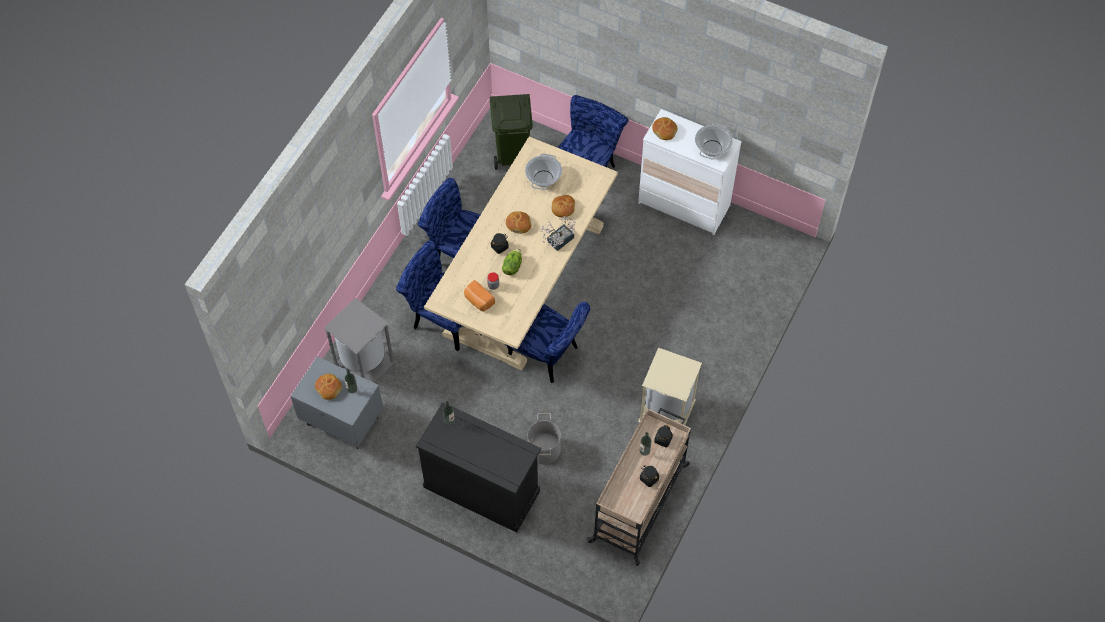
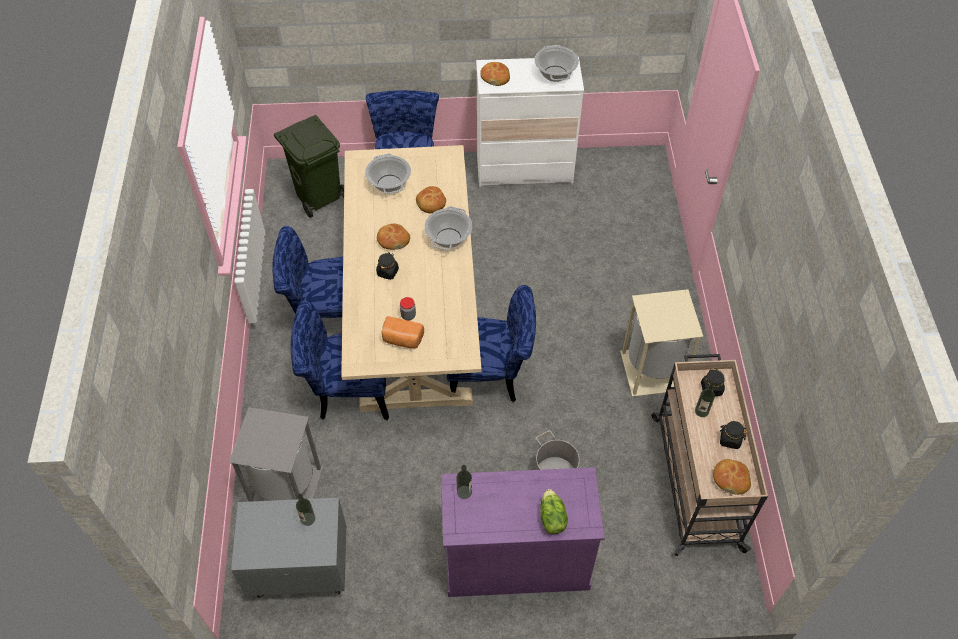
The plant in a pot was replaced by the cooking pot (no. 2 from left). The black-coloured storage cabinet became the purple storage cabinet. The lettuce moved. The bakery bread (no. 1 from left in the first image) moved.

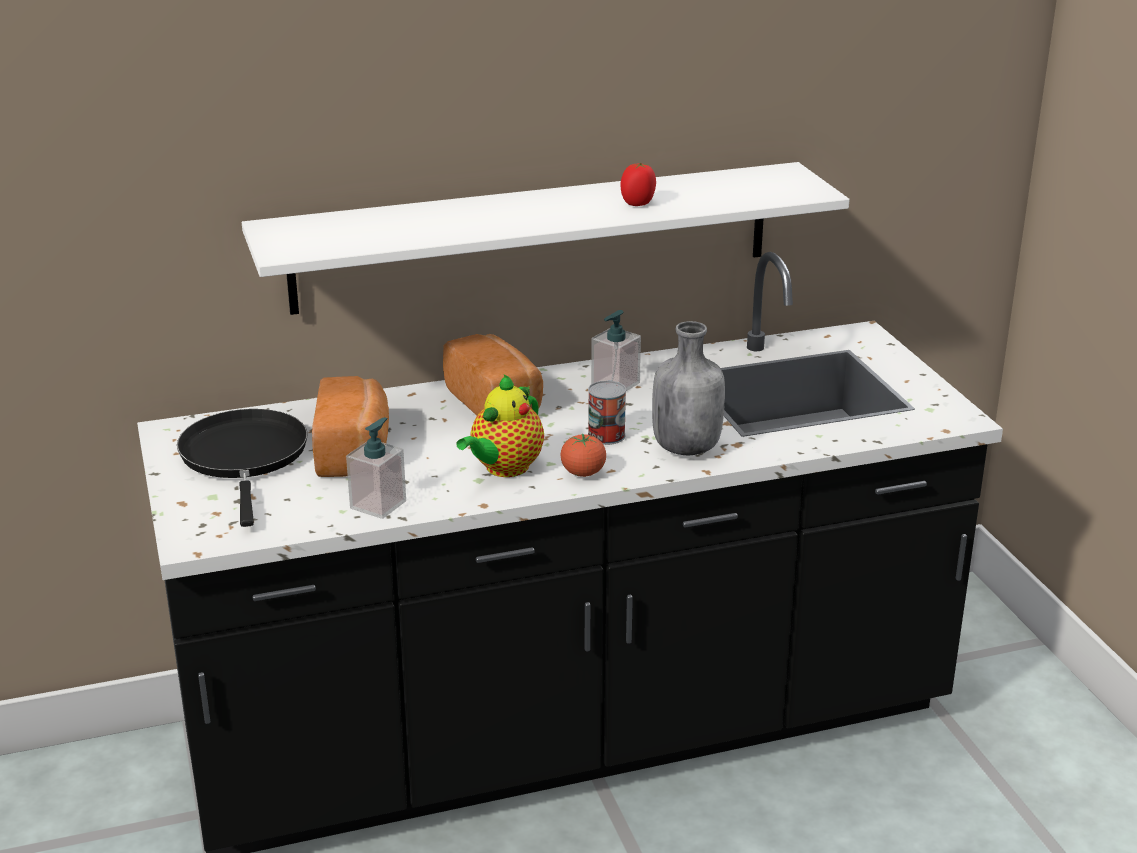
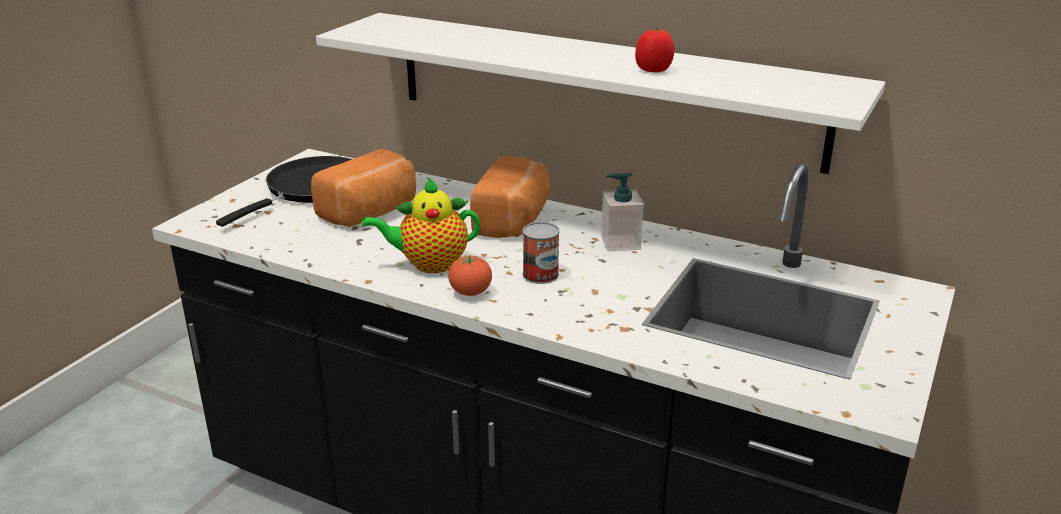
The soap bottle (no. 1 from left) disappeared. The grey drink bottle disappeared.

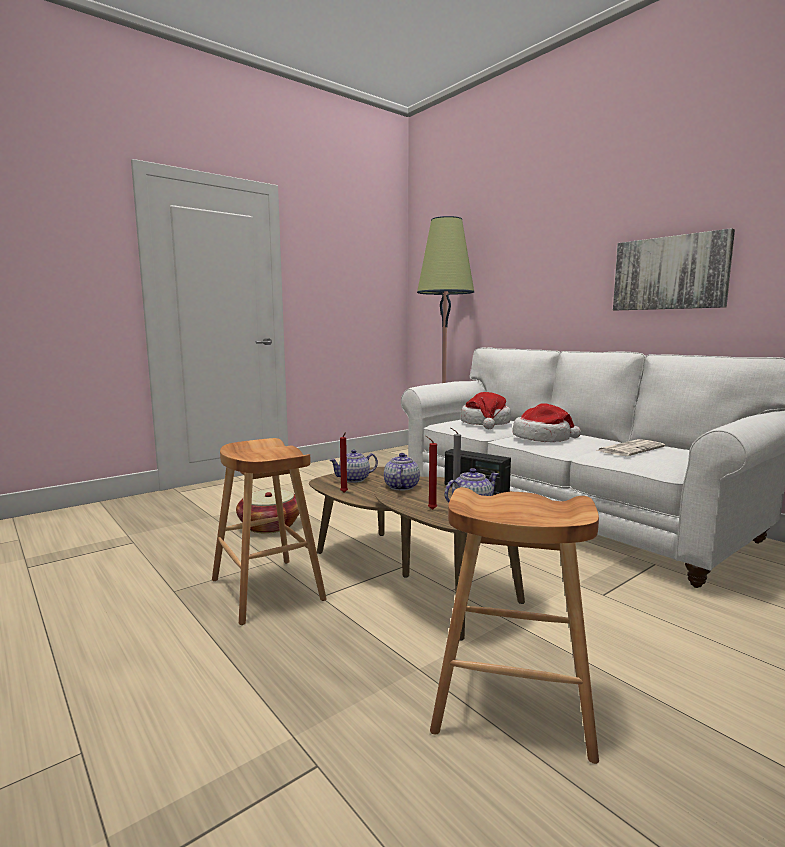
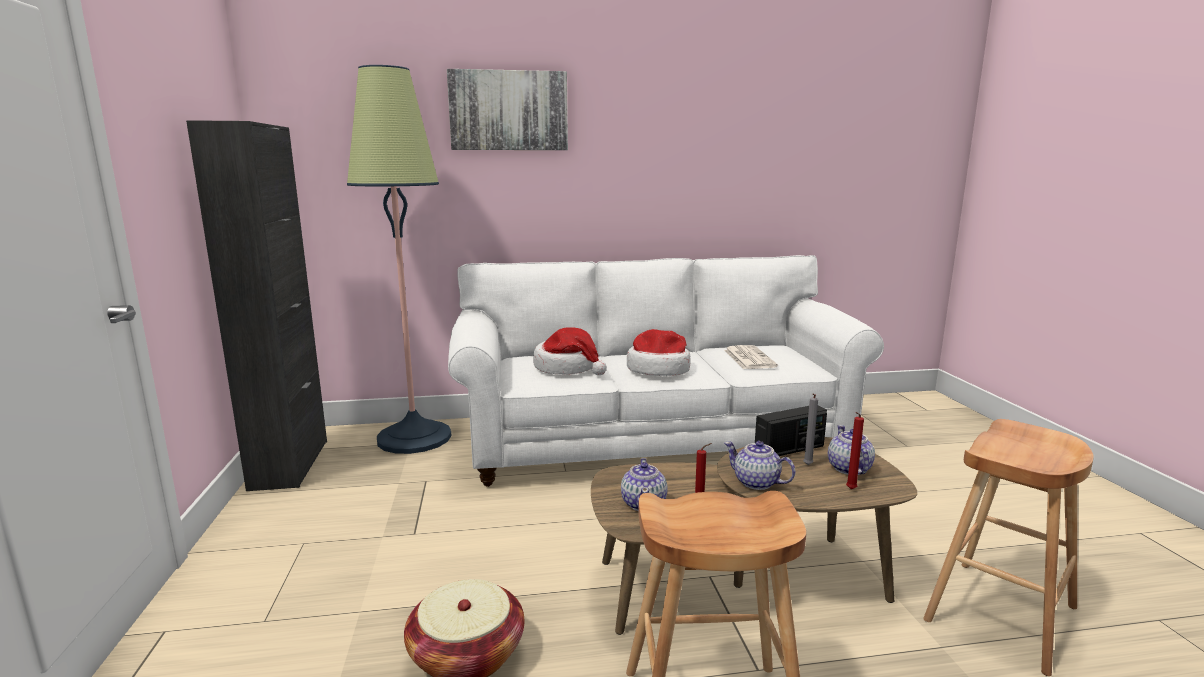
The black-coloured storage cabinet appeared. The wall art moved.

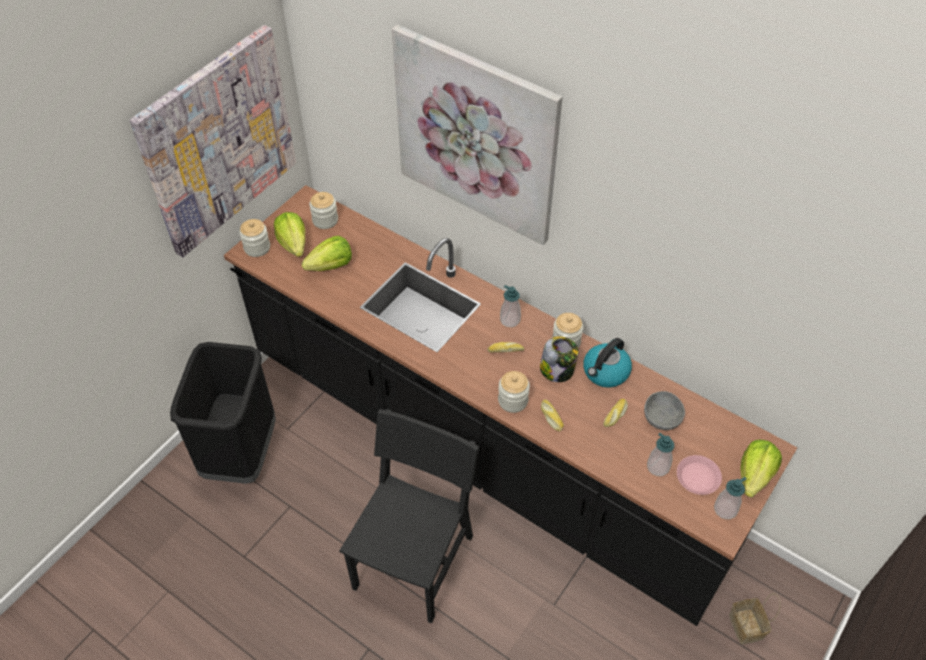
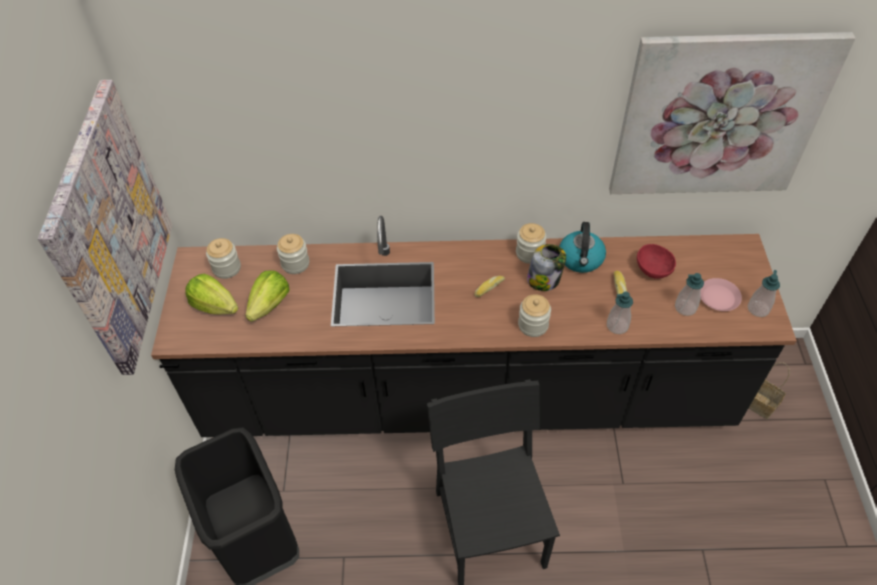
The storage jar (no. 1 from left in the first image) moved. The soap bottle (no. 1 from left) moved. The wall art (no. 2 from left) moved. The grey bowl became the red-coloured bowl. The bakery bread (no. 2 from left) disappeared. The lettuce (no. 3 from left) disappeared.

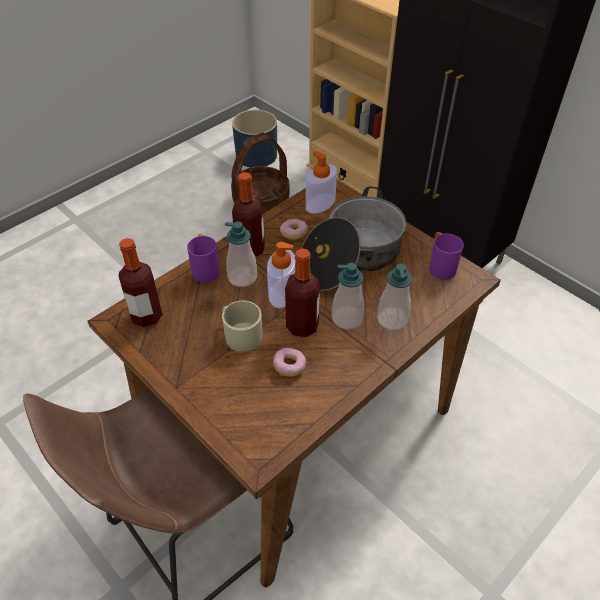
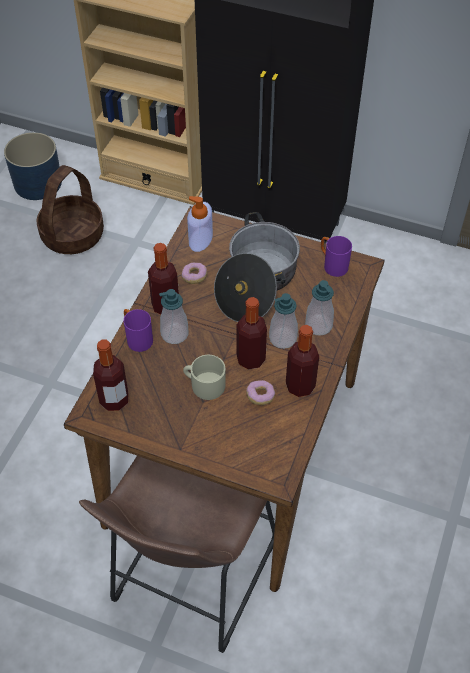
The drink bottle (no. 4 from left) appeared. The soap bottle (no. 2 from left) disappeared.

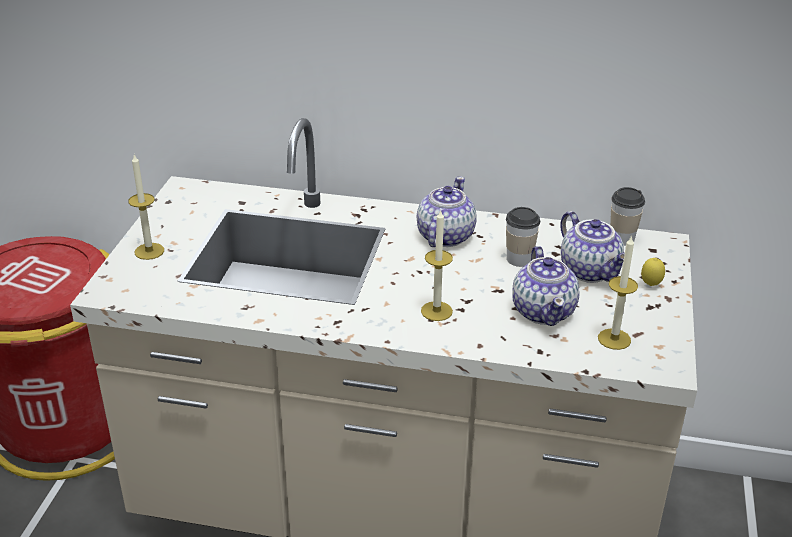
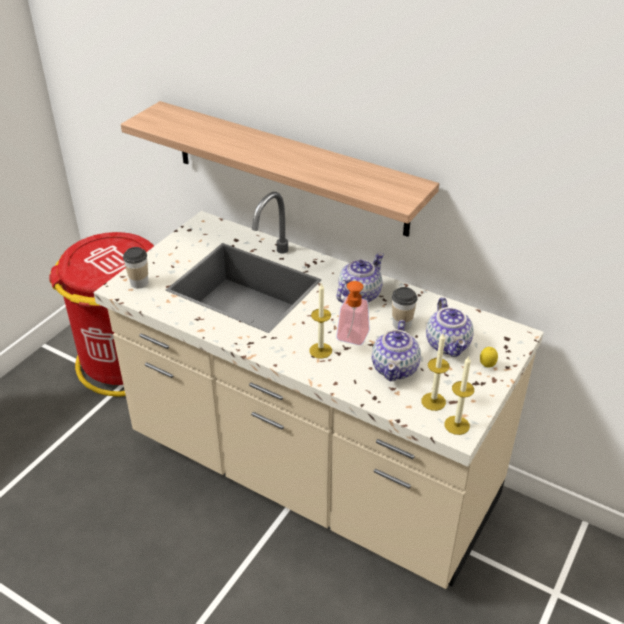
The shelf appeared. The cup (no. 2 from left in the first image) moved. The soap bottle appeared. The candle (no. 1 from left in the first image) moved.

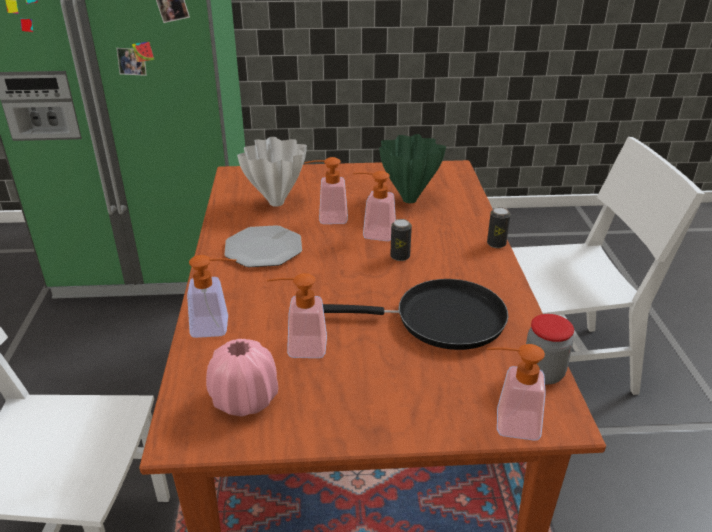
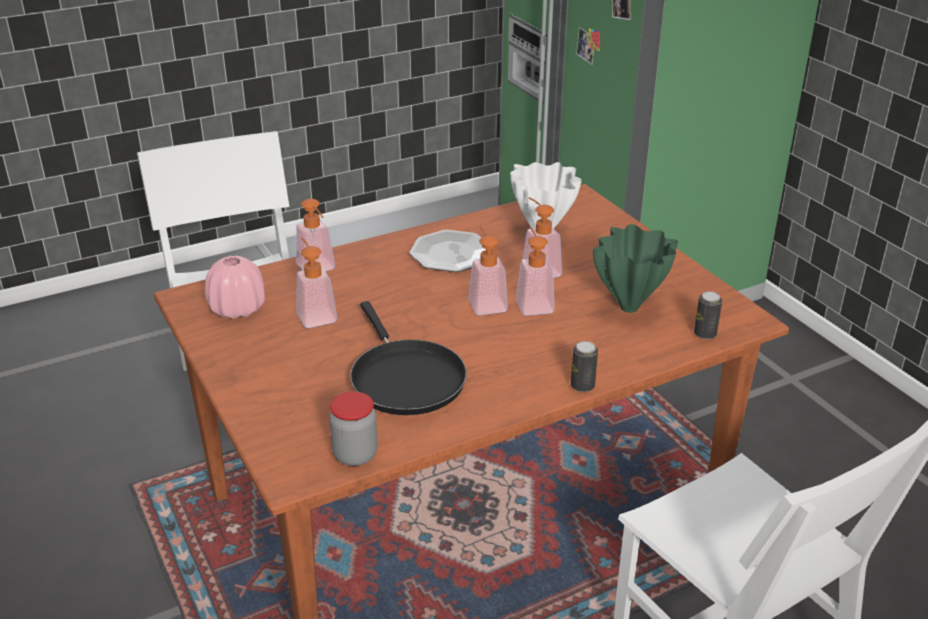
The soap bottle (no. 5 from left in the first image) moved. The sealed can (no. 1 from left in the first image) moved.

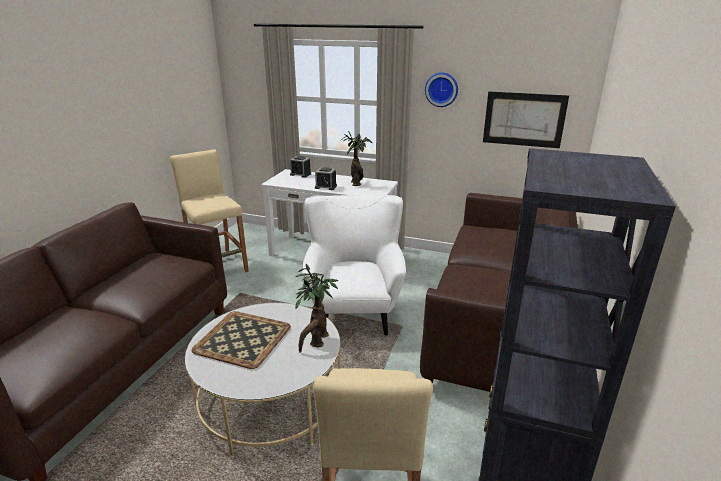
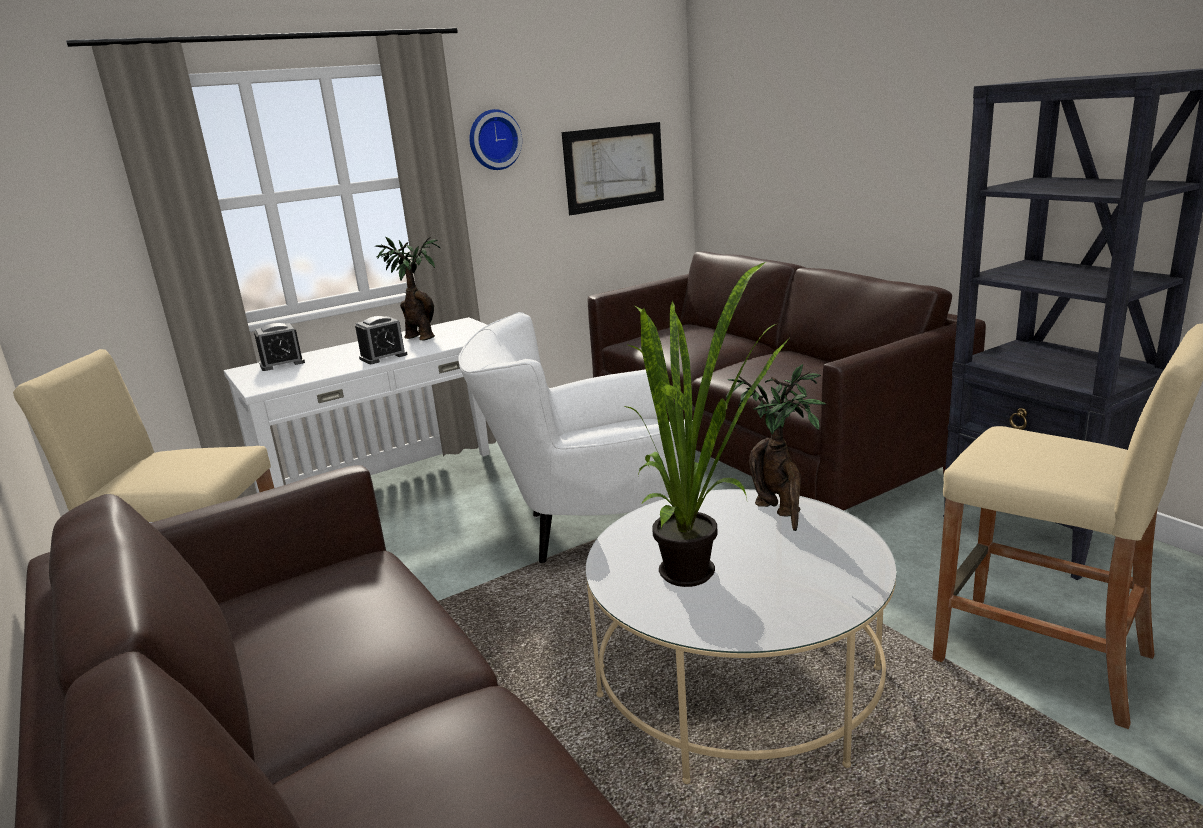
The white-coloured easy chair turned 45 degrees counterclockwise. The serving tray was replaced by the plant in a pot (no. 2 from left).

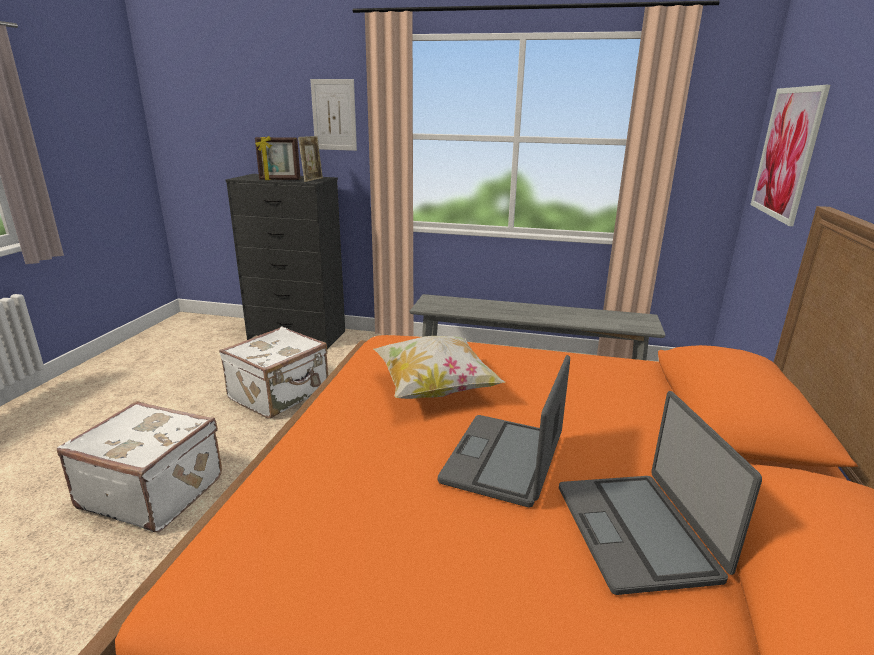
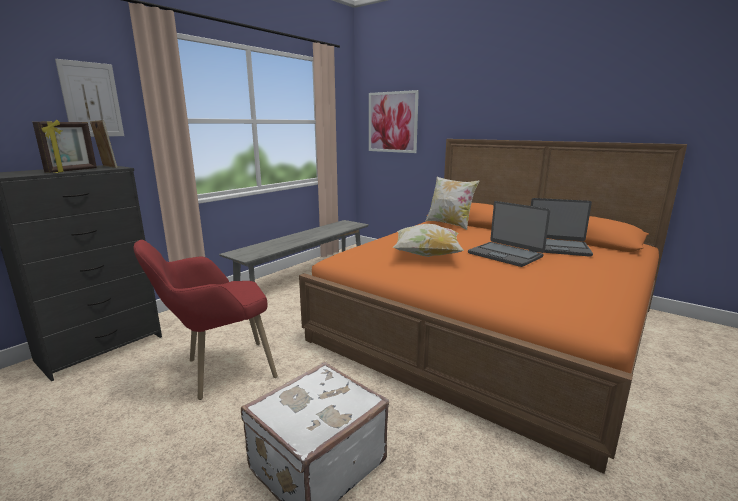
The white-coloured piece of luggage (no. 2 from left) was replaced by the red-coloured easy chair. The cushion (no. 2 from left) appeared.

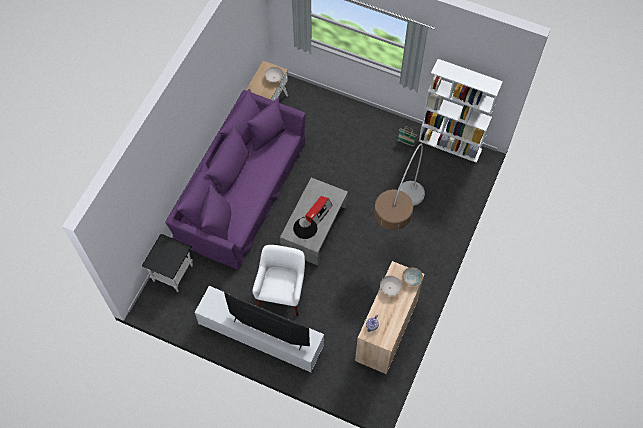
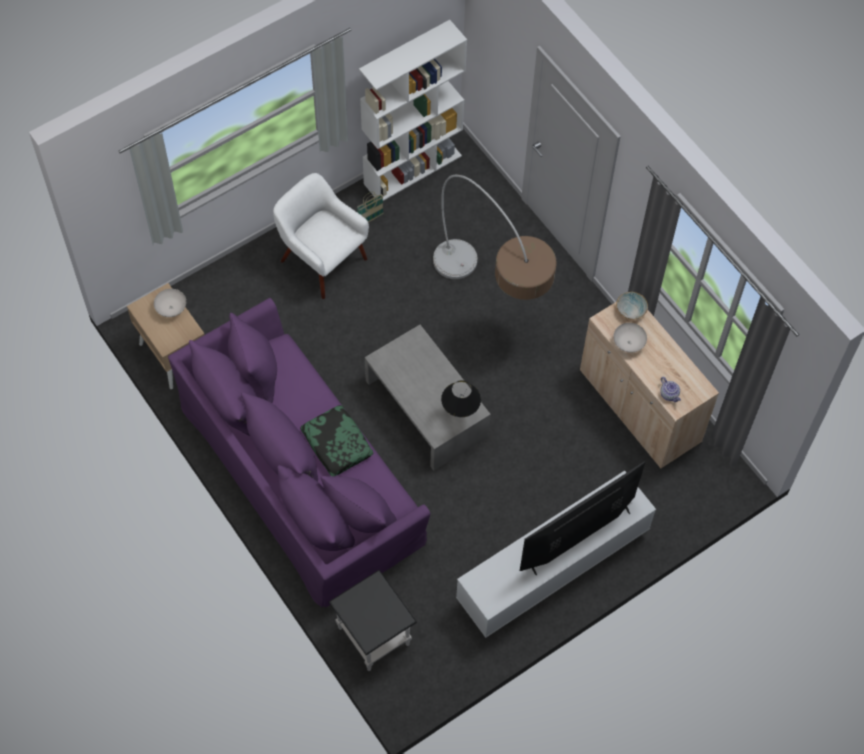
The white-coloured easy chair moved. The cushion appeared. The radio receiver disappeared.

